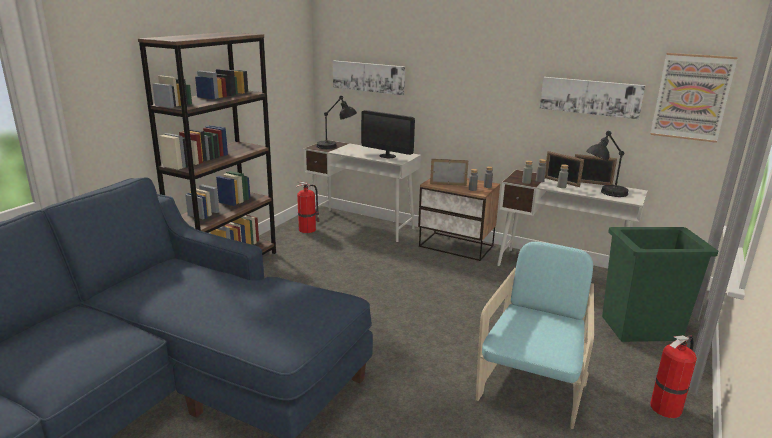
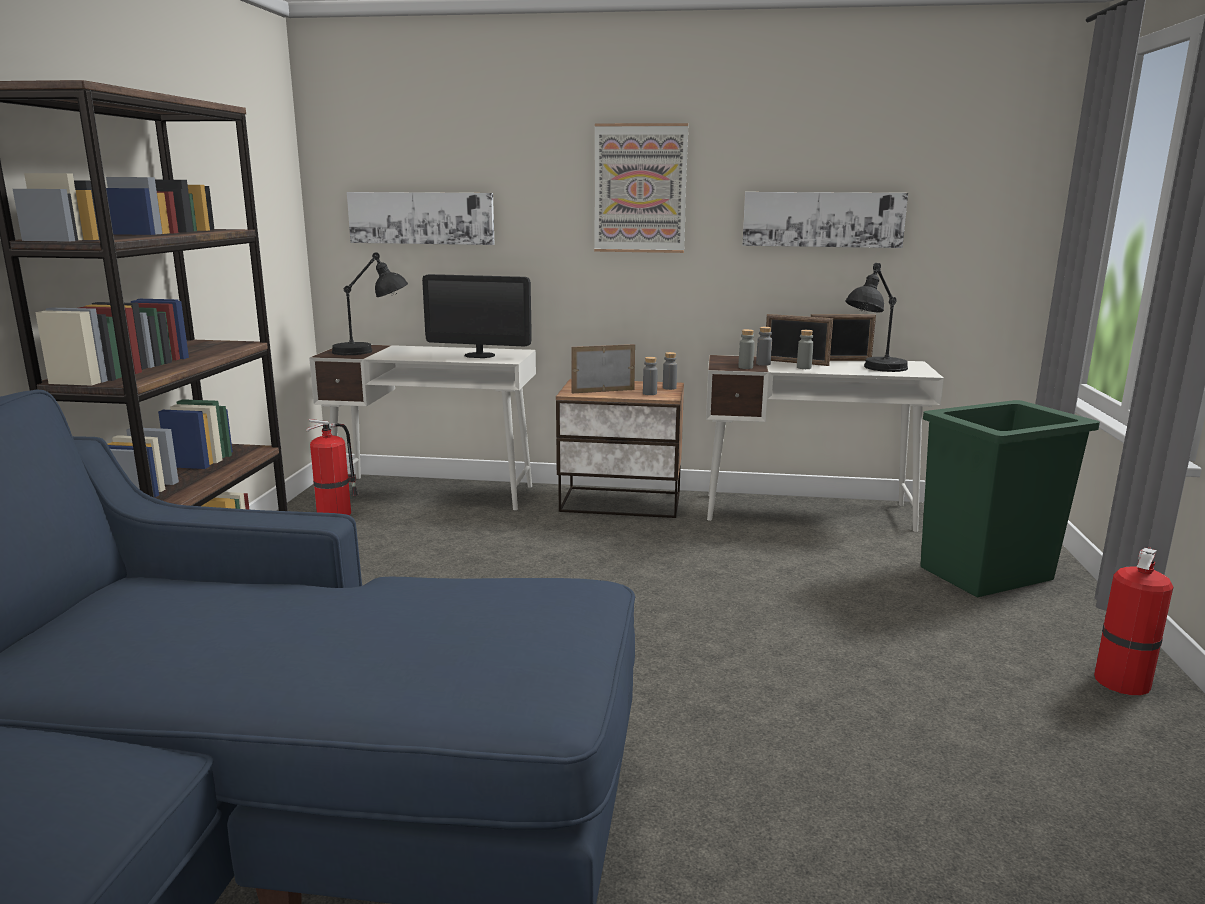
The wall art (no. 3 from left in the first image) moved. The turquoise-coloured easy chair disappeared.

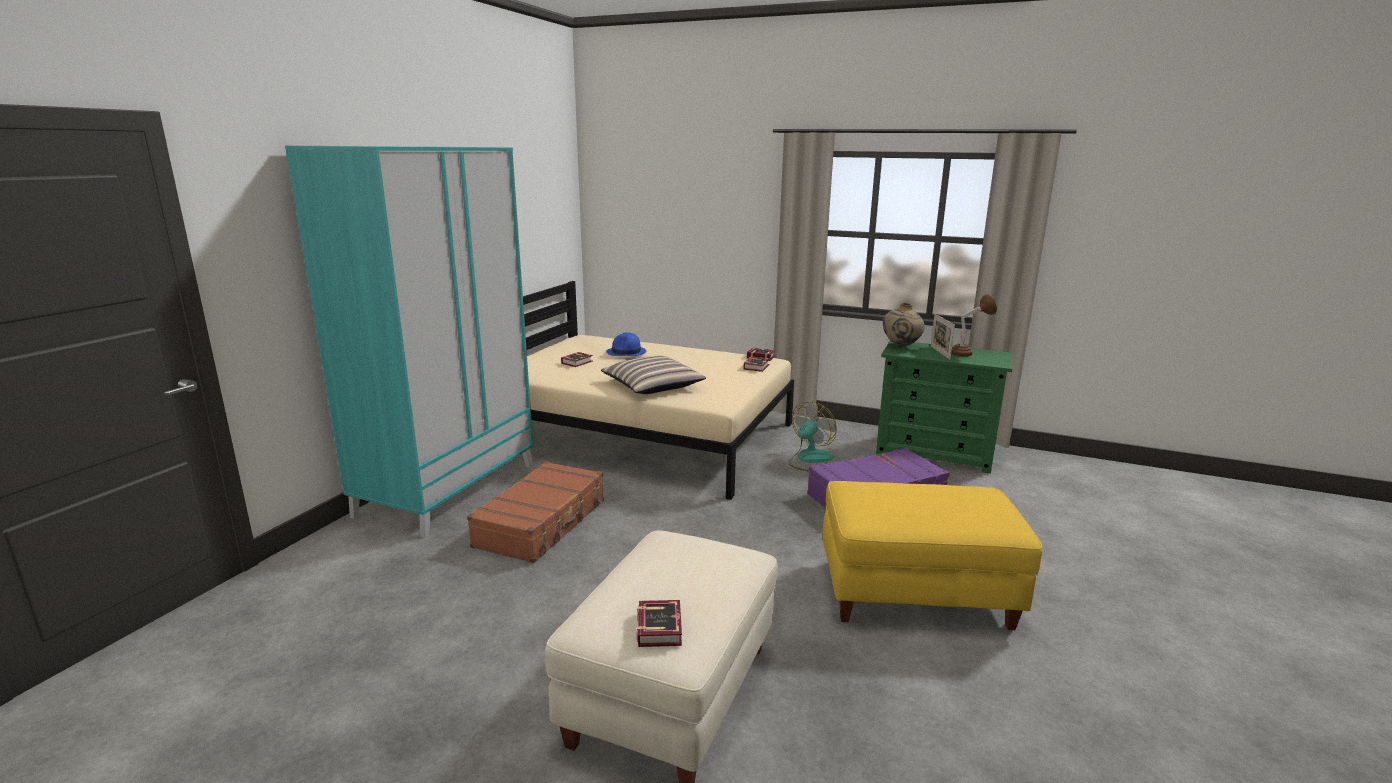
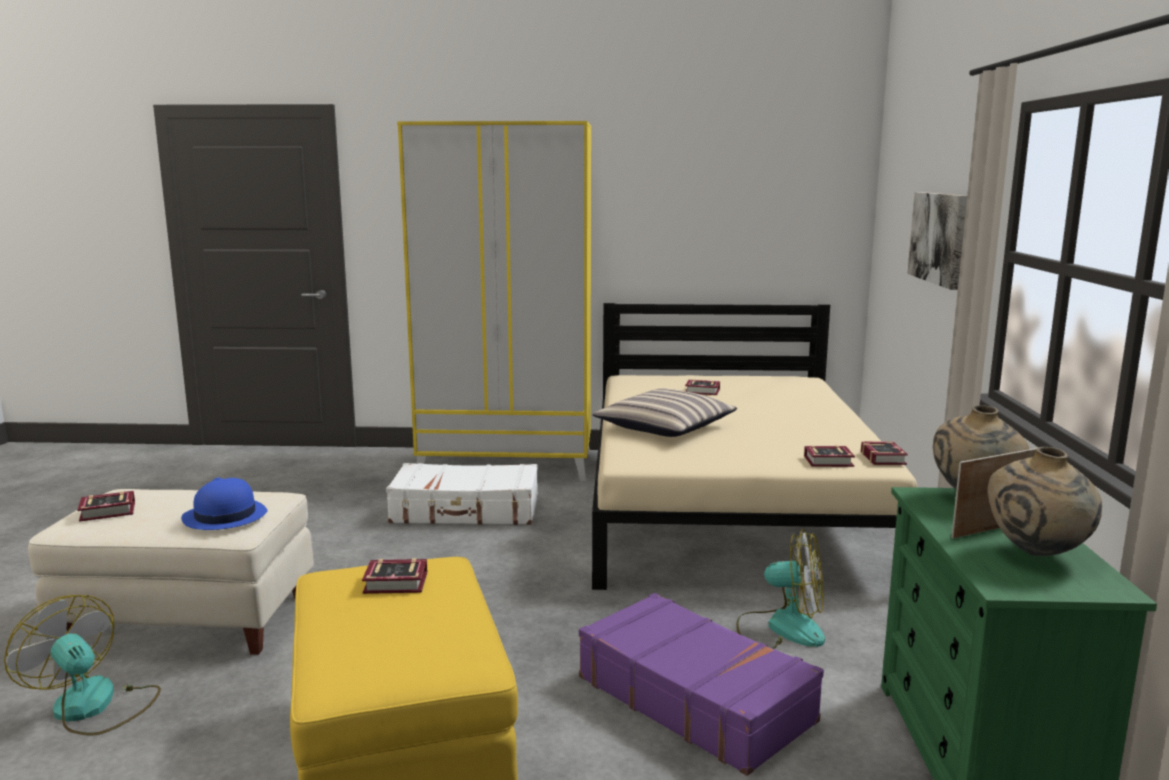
The electric fan (no. 1 from left) appeared. The bluish hat moved. The book (no. 2 from left) appeared. The brown-coloured piece of luggage became the white-coloured piece of luggage. The turquoise-coloured armoire became the yellow-coloured armoire. The wall art appeared. The brown-coloured table lamp was replaced by the sand-coloured flower vase (no. 2 from left).

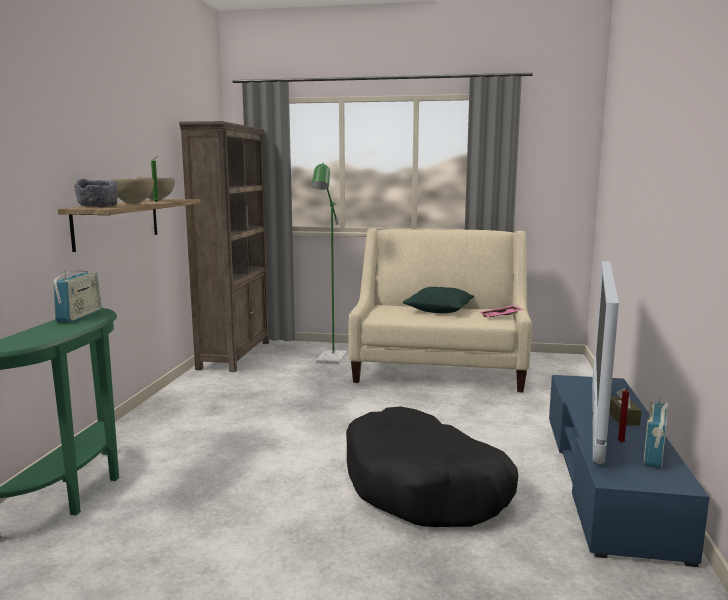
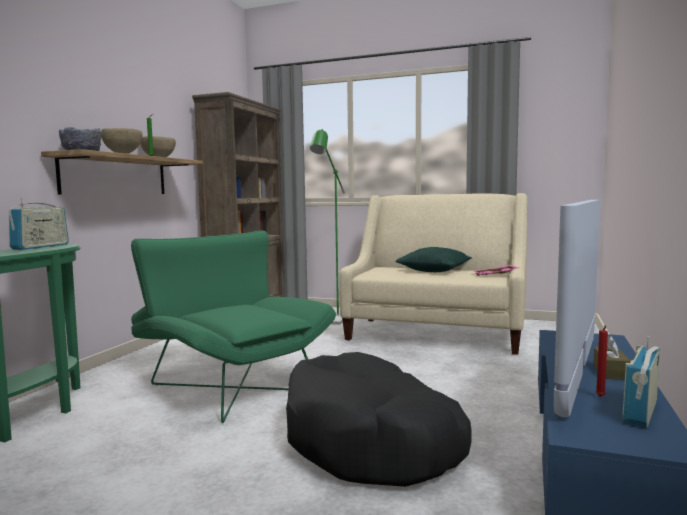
The greenish easy chair appeared.

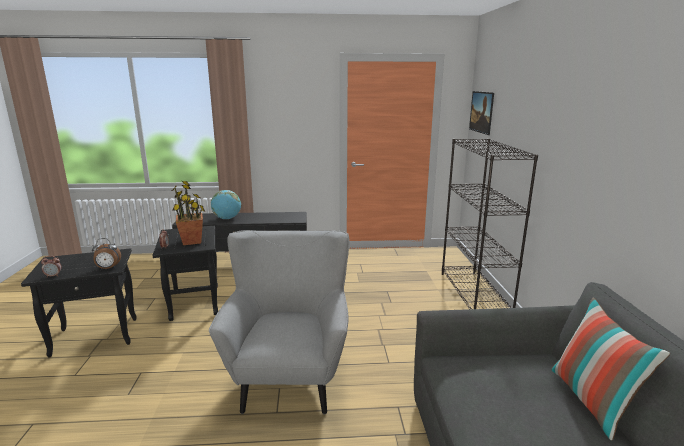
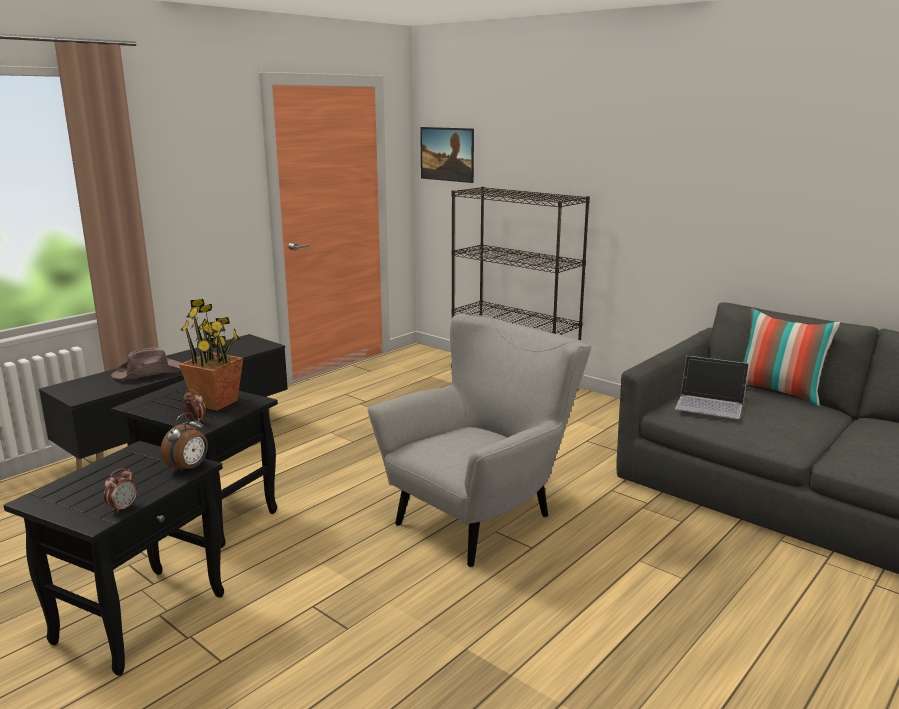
The globe was replaced by the brown-coloured hat. The grey easy chair turned 90 degrees clockwise. The laptop appeared.

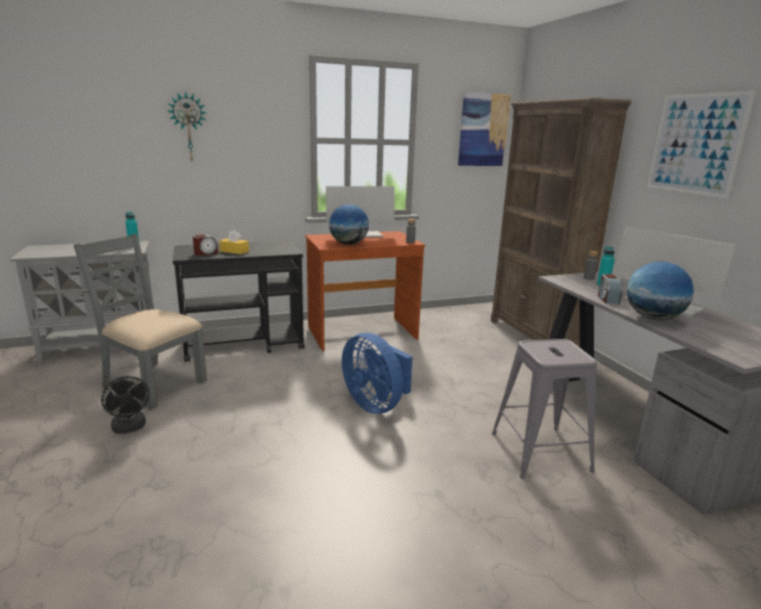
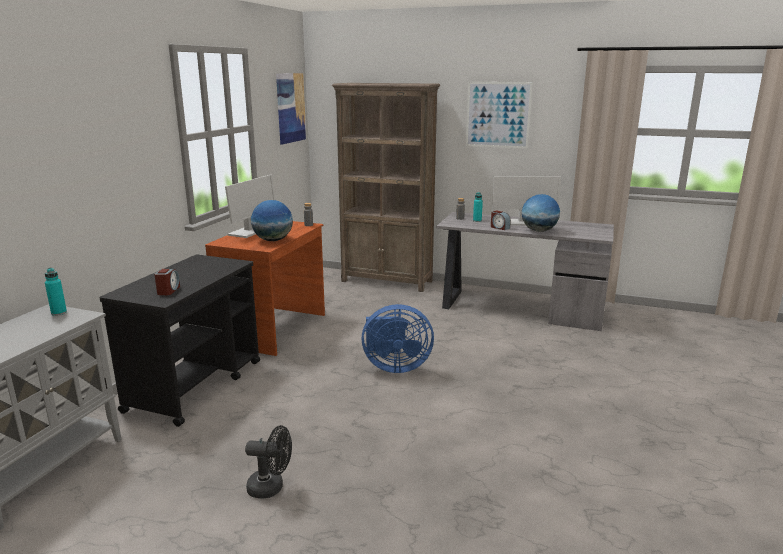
The grey plain chair disappeared. The clock on the wall disappeared. The yellow-coloured tissue holder disappeared. The grey stool seat disappeared.

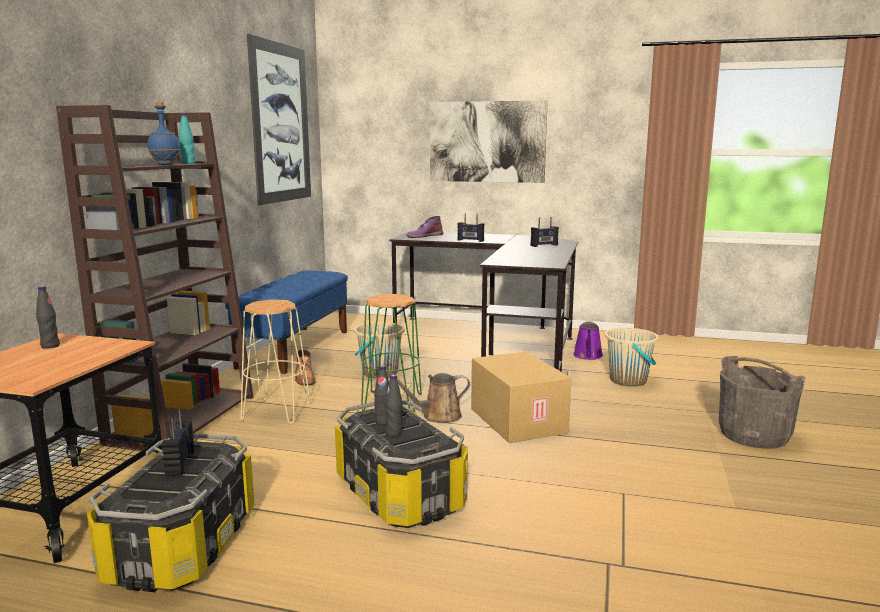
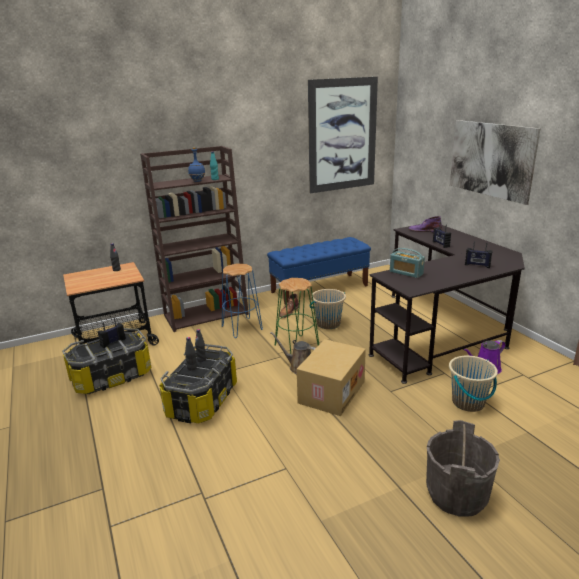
The sand-coloured stool seat became the bluish stool seat. The radio receiver (no. 2 from left) appeared.

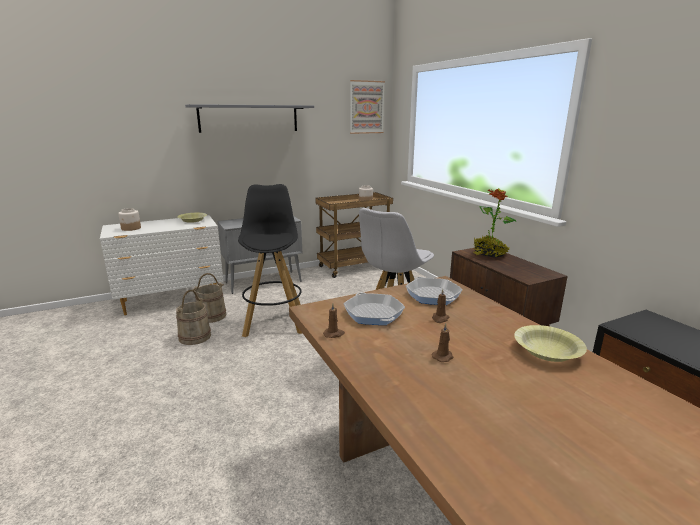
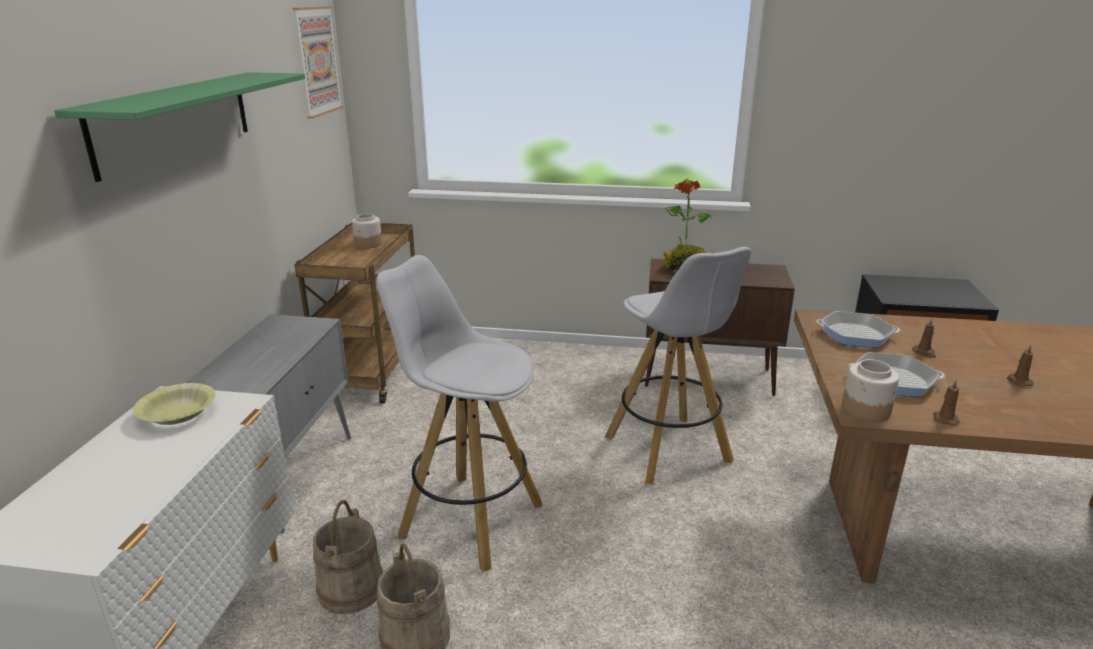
The grey shelf became the greenish shelf. The black-coloured stool seat became the white-coloured stool seat (no. 1 from left). The storage jar (no. 1 from left in the first image) moved. The yellow-coloured bowl (no. 2 from left) disappeared.

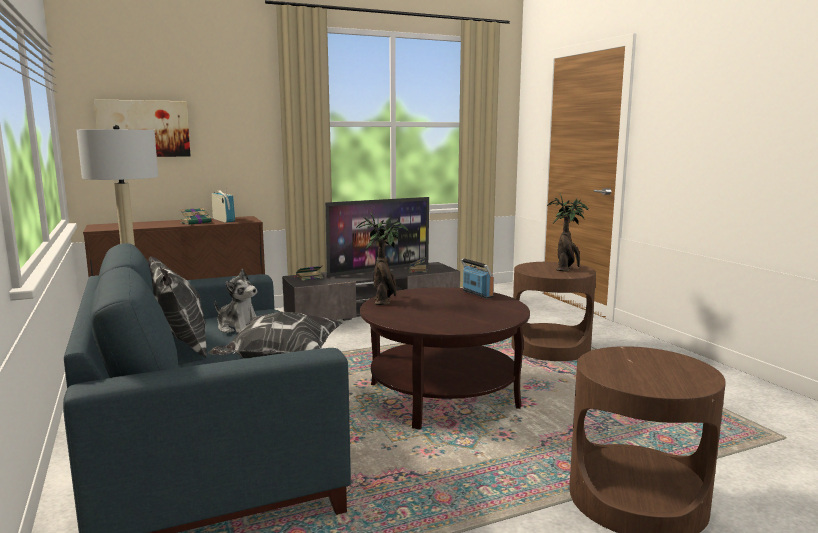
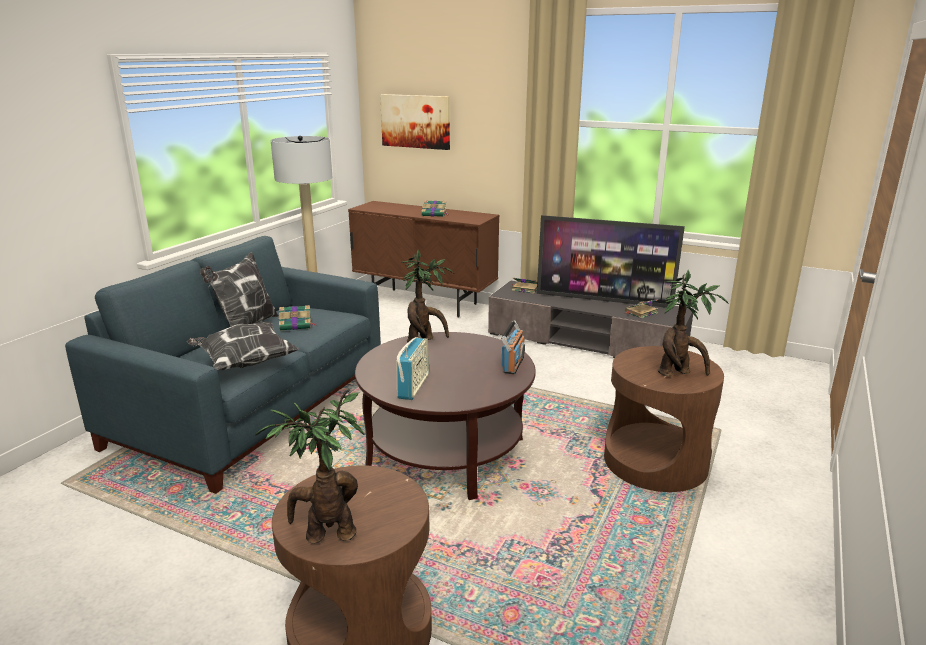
The plant in a pot (no. 1 from left) appeared. The cuddly toy was replaced by the book (no. 1 from left). The radio receiver (no. 1 from left) moved.

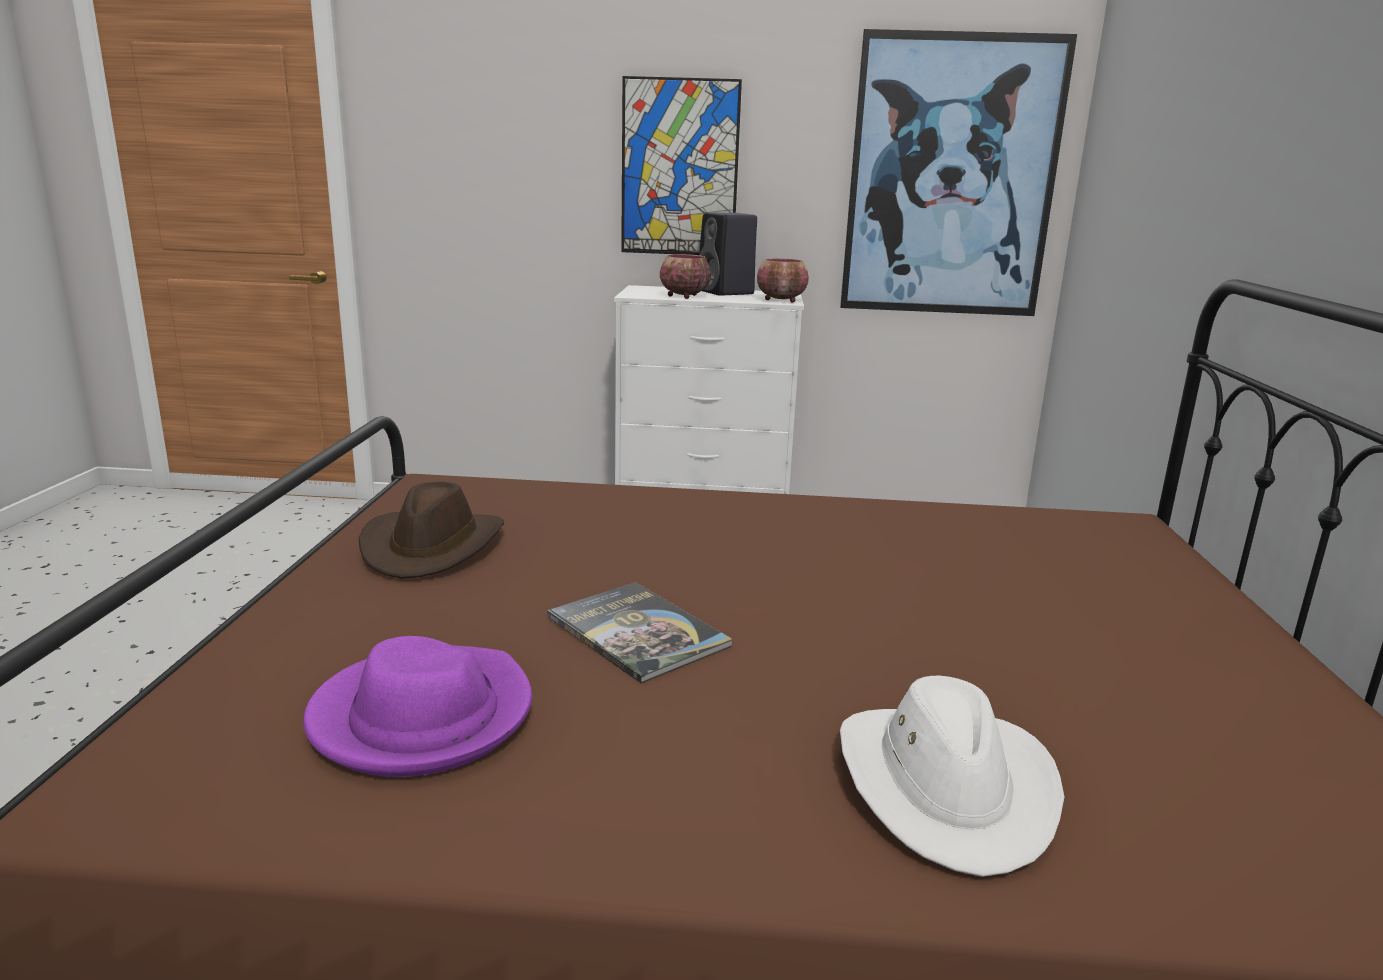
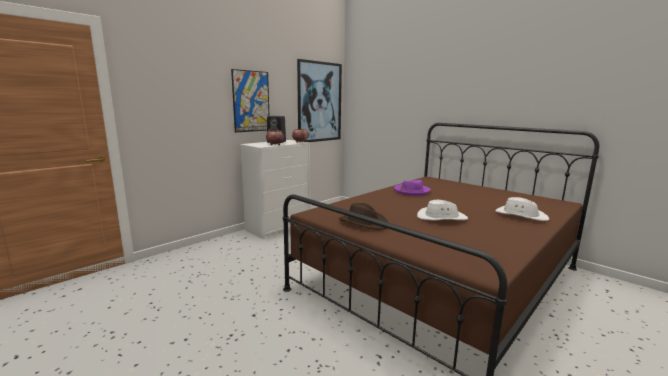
The purple hat moved. The book was replaced by the white-coloured hat (no. 1 from left).

